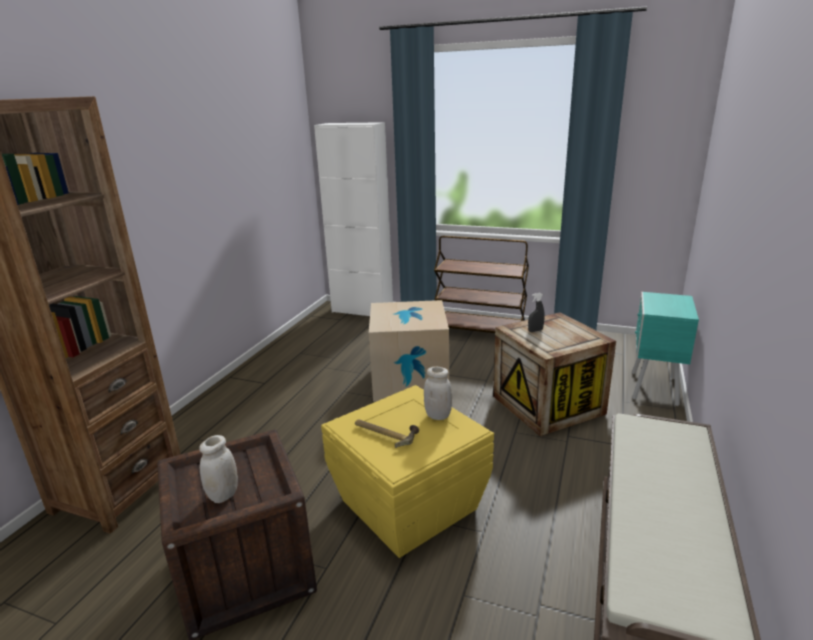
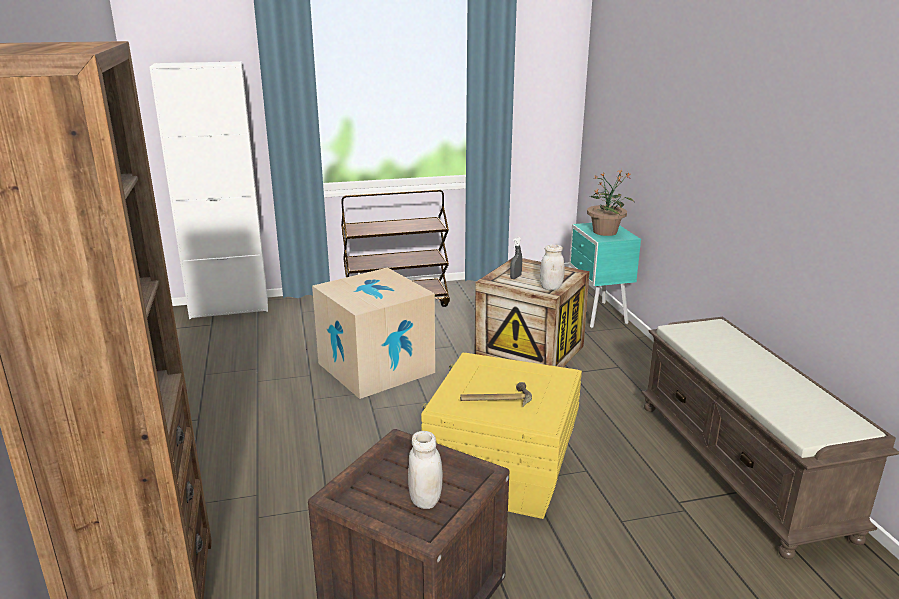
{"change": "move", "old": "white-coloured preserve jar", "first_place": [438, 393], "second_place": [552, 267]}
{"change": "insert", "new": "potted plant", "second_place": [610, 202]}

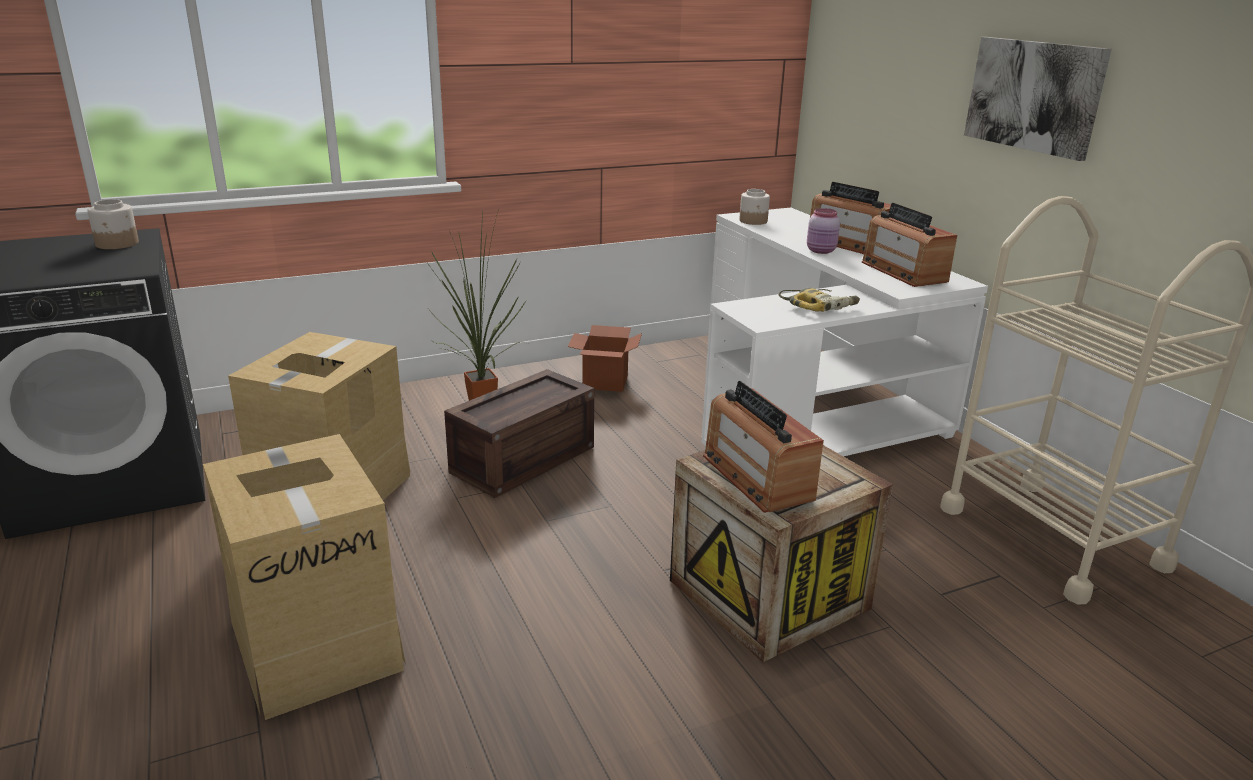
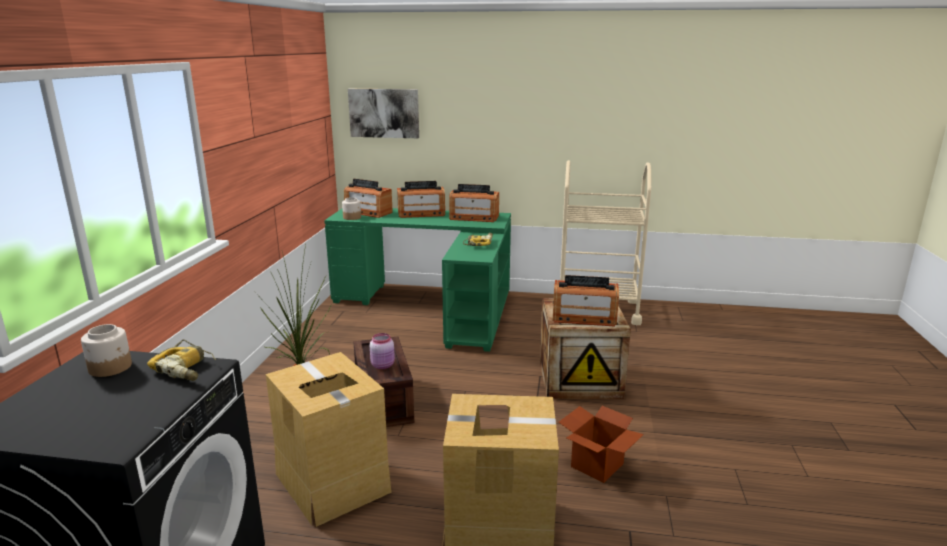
{"change": "move", "old": "wall picture", "first_place": [1038, 99], "second_place": [383, 113]}
{"change": "recolor", "old": "white-coloured desk table", "new": "green-coloured desk table", "first_place": [844, 332], "second_place": [417, 280]}
{"change": "move", "old": "pink-coloured preserve jar", "first_place": [823, 231], "second_place": [382, 351]}
{"change": "move", "old": "cardboard box", "first_place": [605, 358], "second_place": [601, 444]}
{"change": "insert", "new": "radio receiver", "second_place": [368, 198]}
{"change": "insert", "new": "electric drill", "second_place": [181, 360]}

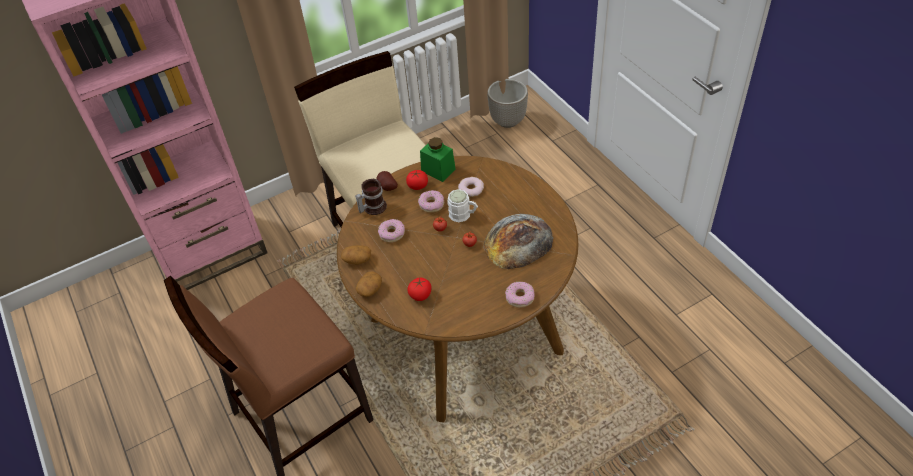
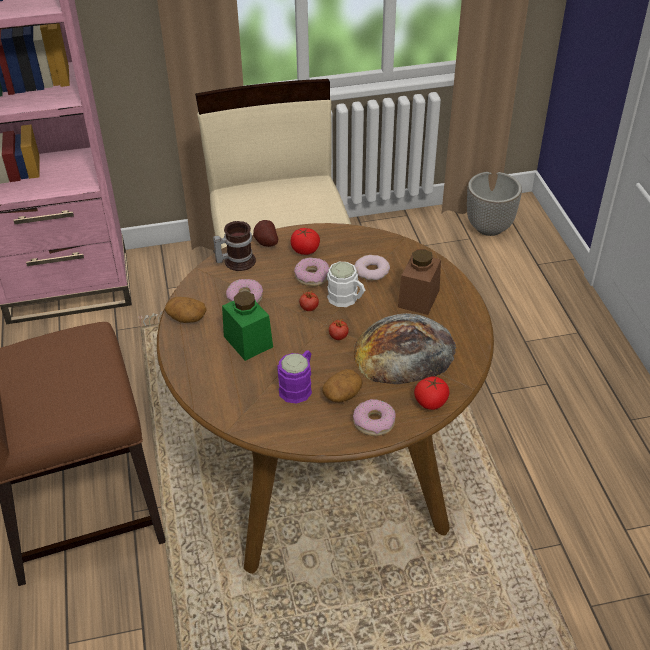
{"change": "move", "old": "green-coloured preserve jar", "first_place": [438, 159], "second_place": [247, 326]}
{"change": "move", "old": "potato", "first_place": [369, 284], "second_place": [342, 386]}
{"change": "move", "old": "fresh tomato", "first_place": [419, 289], "second_place": [432, 393]}
{"change": "insert", "new": "brown-coloured preserve jar", "second_place": [419, 282]}
{"change": "insert", "new": "purplish coffee mug", "second_place": [294, 377]}

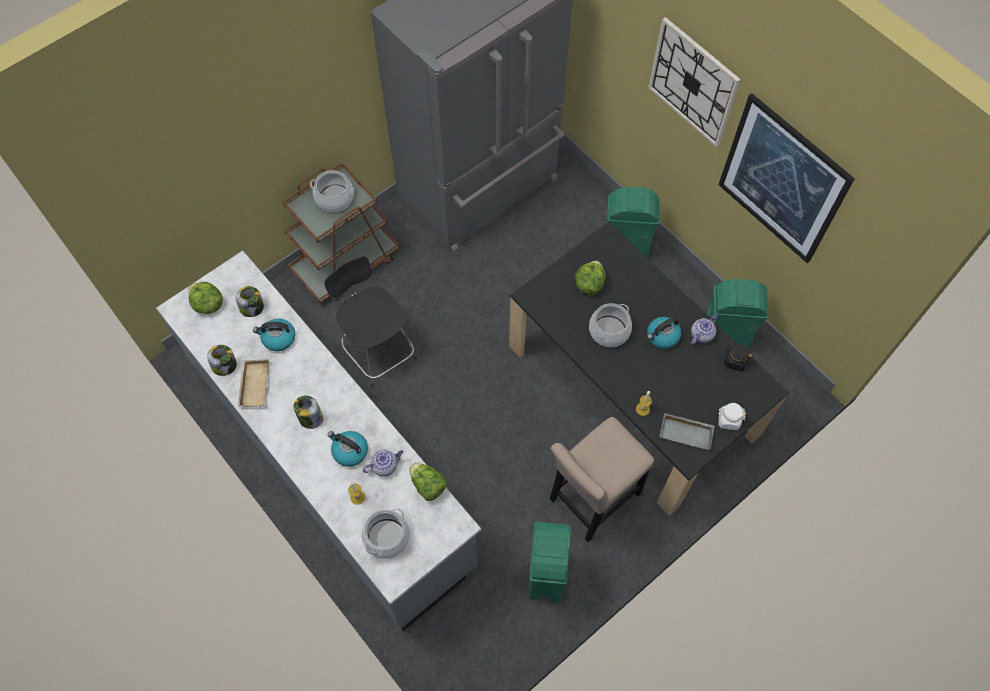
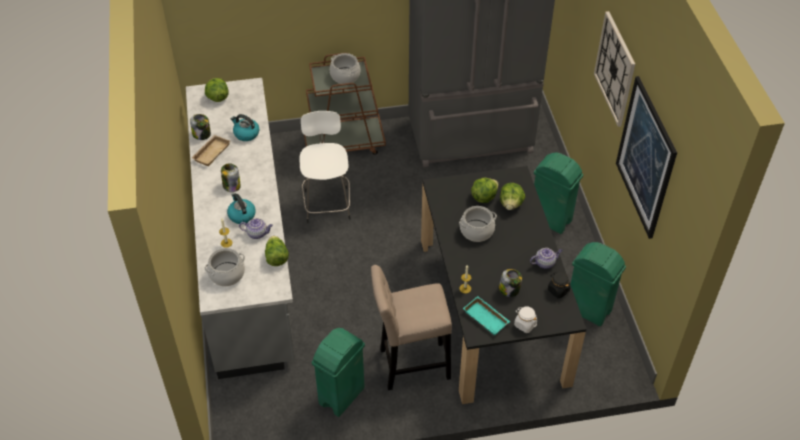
{"change": "recolor", "old": "black stool", "new": "white-coloured stool", "first_place": [370, 322], "second_place": [325, 167]}
{"change": "move", "old": "preserve jar", "first_place": [250, 301], "second_place": [510, 283]}
{"change": "delete", "old": "kettle", "first_place": [664, 333]}
{"change": "recolor", "old": "greyish carrying tray", "new": "turquoise-coloured carrying tray", "first_place": [687, 431], "second_place": [486, 315]}
{"change": "insert", "new": "lettuce head", "second_place": [512, 196]}

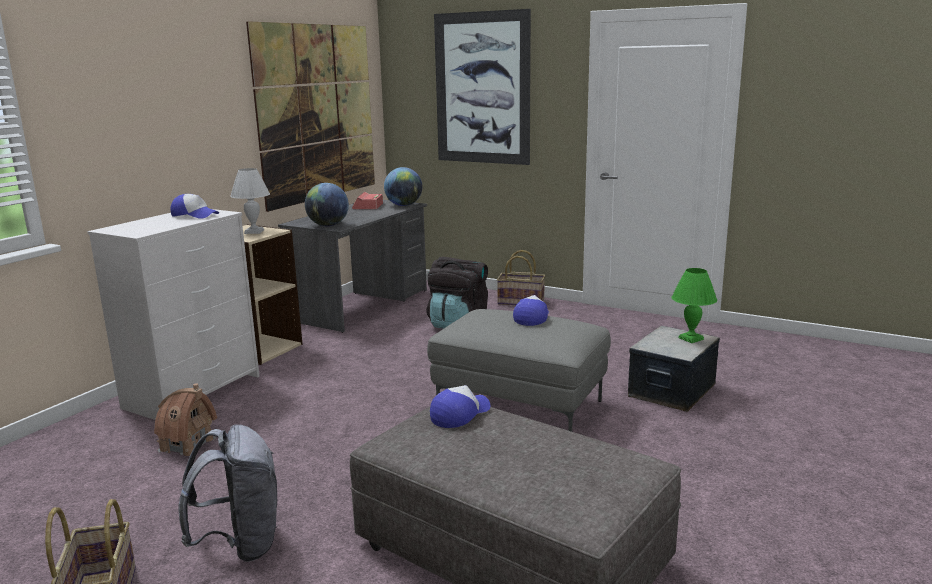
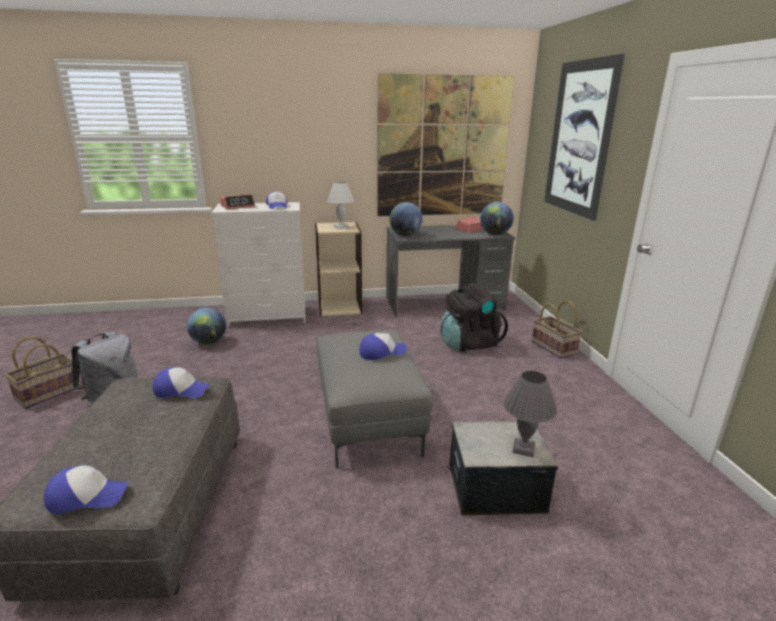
{"change": "recolor", "old": "green-coloured tabletop lamp", "new": "greyish tabletop lamp", "first_place": [694, 305], "second_place": [530, 414]}
{"change": "replace", "old": "miniature house", "new": "globe", "first_place": [185, 420], "second_place": [206, 326]}
{"change": "insert", "new": "table clock", "second_place": [237, 201]}
{"change": "insert", "new": "peaked cap", "second_place": [86, 489]}

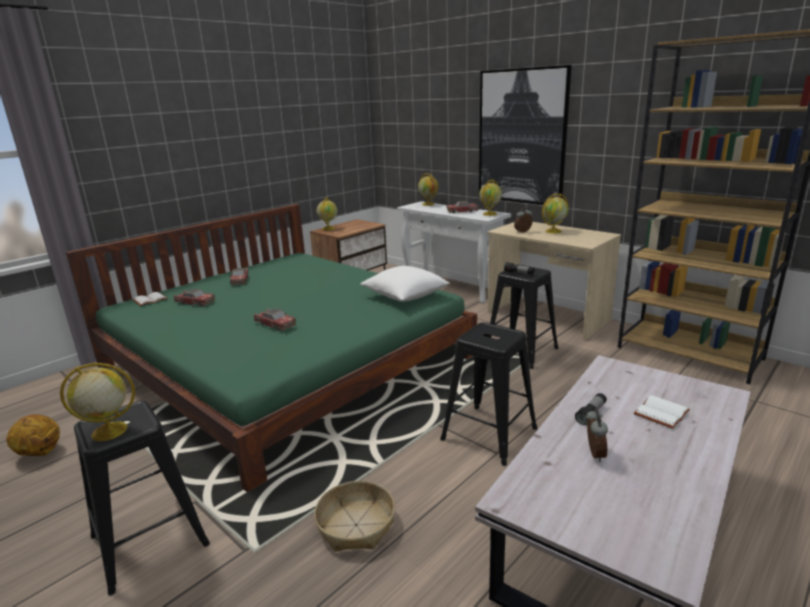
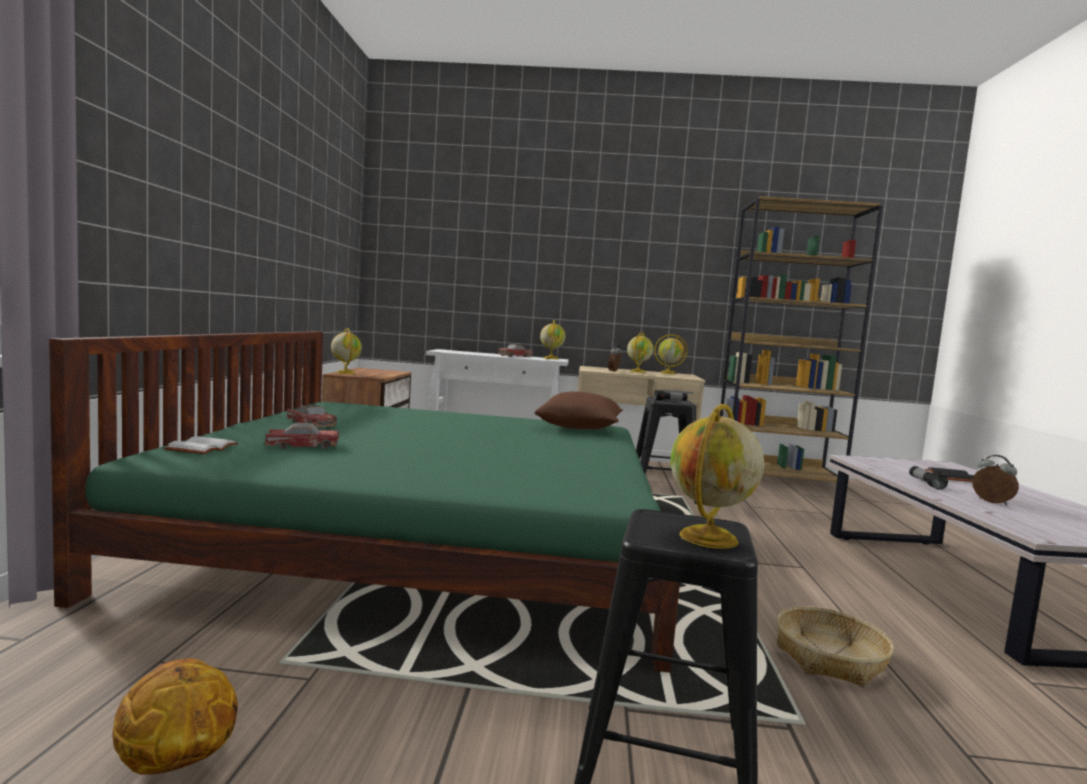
{"change": "delete", "old": "wall picture", "first_place": [525, 135]}
{"change": "move", "old": "globe", "first_place": [428, 189], "second_place": [671, 354]}
{"change": "recolor", "old": "white-coloured pillow", "new": "brown-coloured pillow", "first_place": [405, 284], "second_place": [578, 410]}
{"change": "delete", "old": "toy car", "first_place": [275, 320]}
{"change": "delete", "old": "black stool", "first_place": [489, 394]}
{"change": "recolor", "old": "white-coloured volume", "new": "black volume", "first_place": [662, 412], "second_place": [949, 474]}

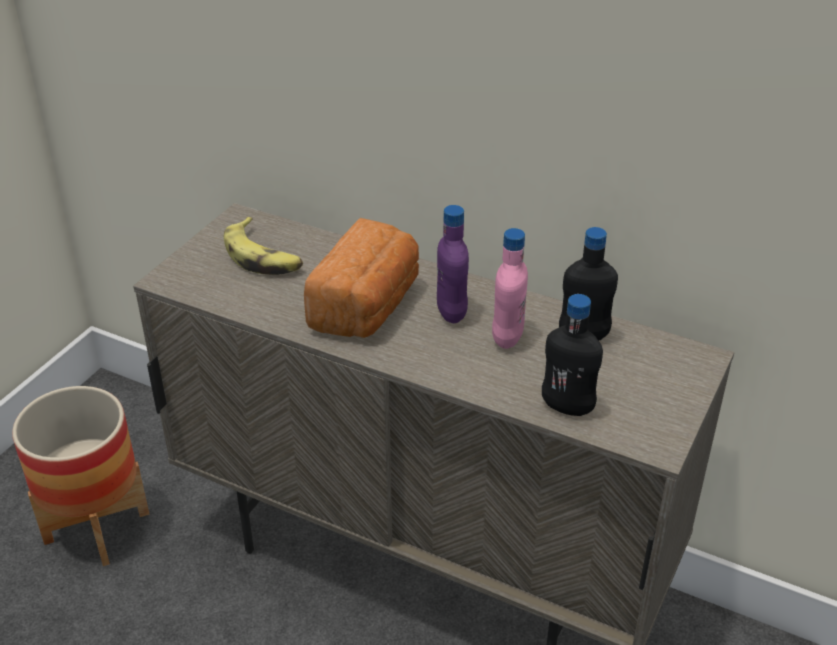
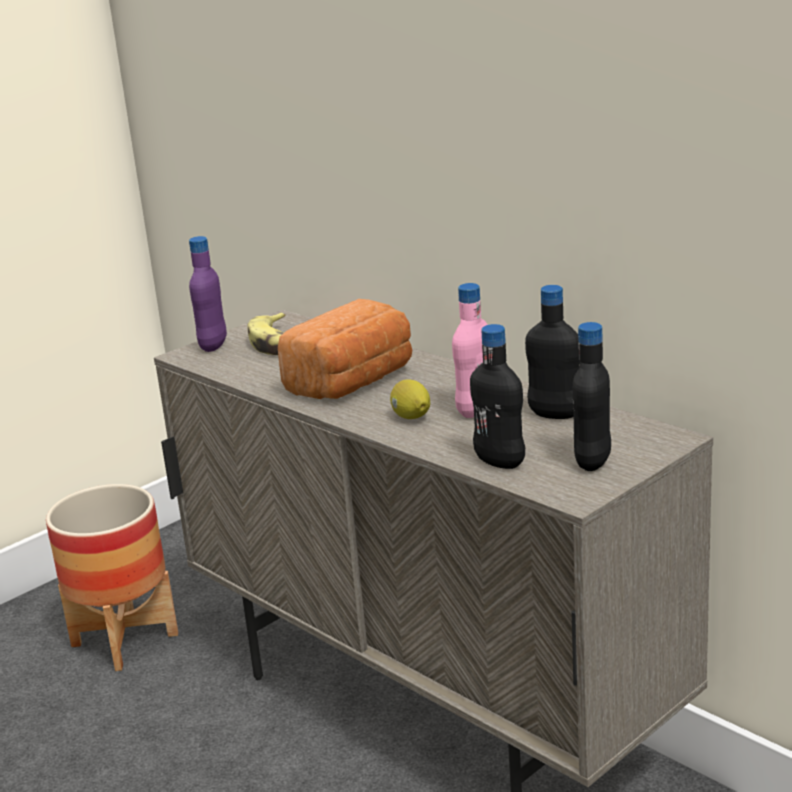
{"change": "move", "old": "purplish beverage bottle", "first_place": [453, 264], "second_place": [208, 294]}
{"change": "insert", "new": "black beverage bottle", "second_place": [592, 396]}
{"change": "insert", "new": "citrus fruit", "second_place": [410, 399]}

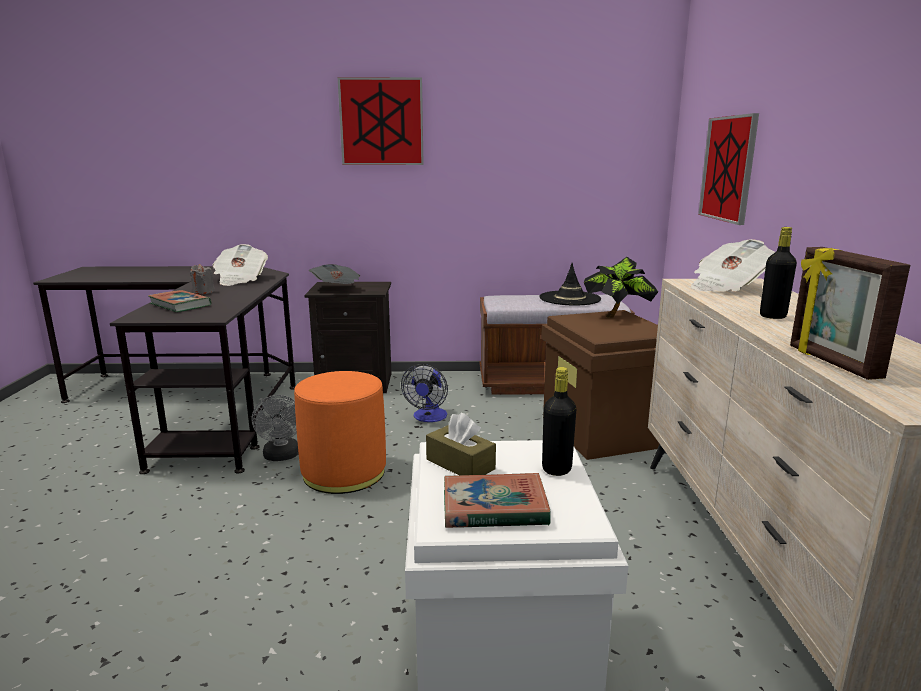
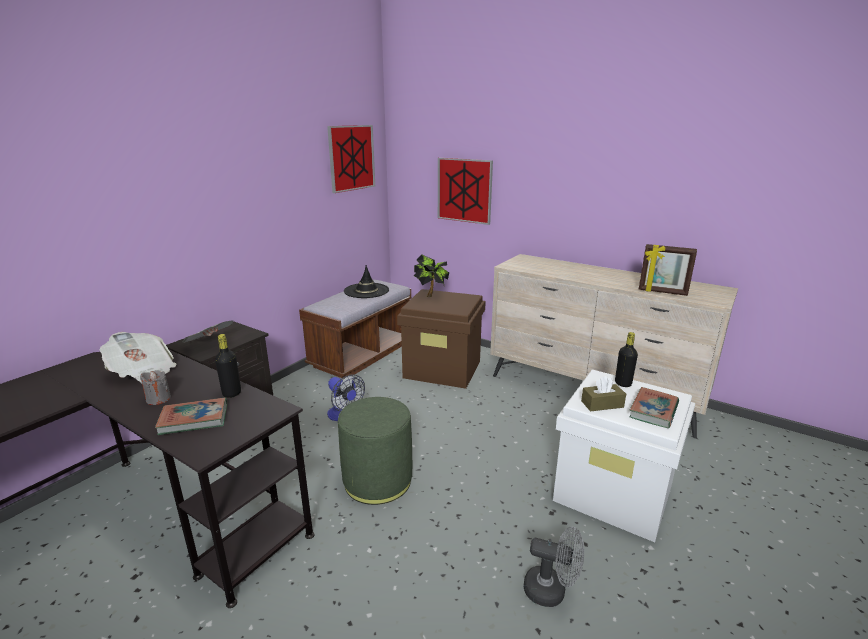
{"change": "move", "old": "wall picture", "first_place": [381, 121], "second_place": [351, 159]}
{"change": "move", "old": "black beverage bottle", "first_place": [778, 273], "second_place": [228, 366]}
{"change": "delete", "old": "newspaper", "first_place": [733, 265]}
{"change": "recolor", "old": "orange-coloured pouffe", "new": "green-coloured pouffe", "first_place": [340, 432], "second_place": [375, 451]}
{"change": "move", "old": "greyish fan", "first_place": [275, 428], "second_place": [554, 566]}

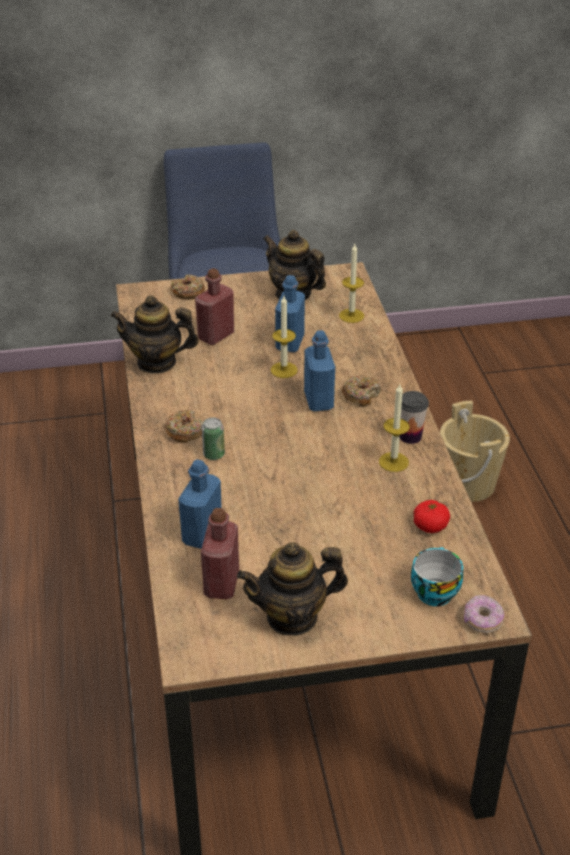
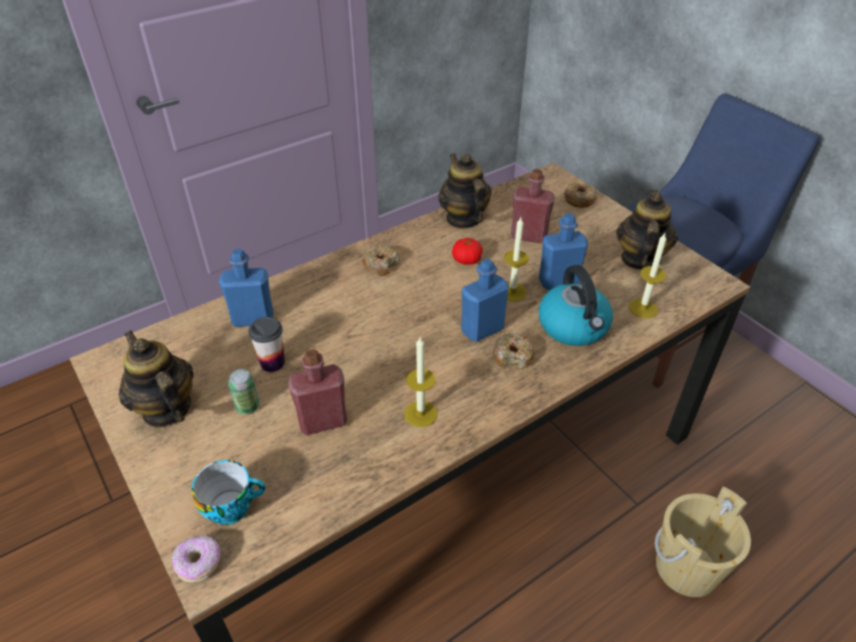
{"change": "move", "old": "drinking cup", "first_place": [414, 417], "second_place": [266, 344]}
{"change": "move", "old": "sealed can", "first_place": [213, 438], "second_place": [243, 391]}
{"change": "move", "old": "fresh tomato", "first_place": [432, 516], "second_place": [467, 251]}
{"change": "move", "old": "reddish beverage bottle", "first_place": [220, 553], "second_place": [317, 392]}
{"change": "insert", "new": "kettle", "second_place": [576, 305]}

